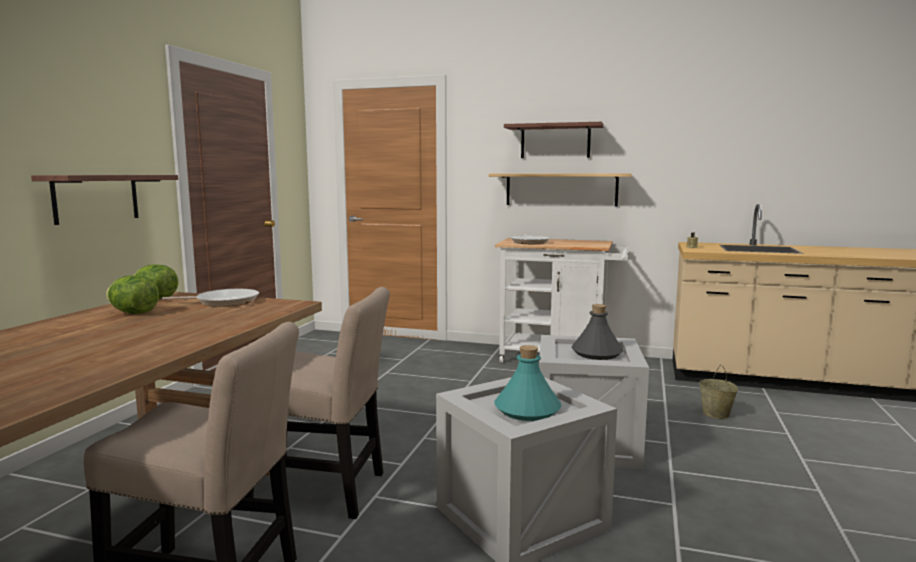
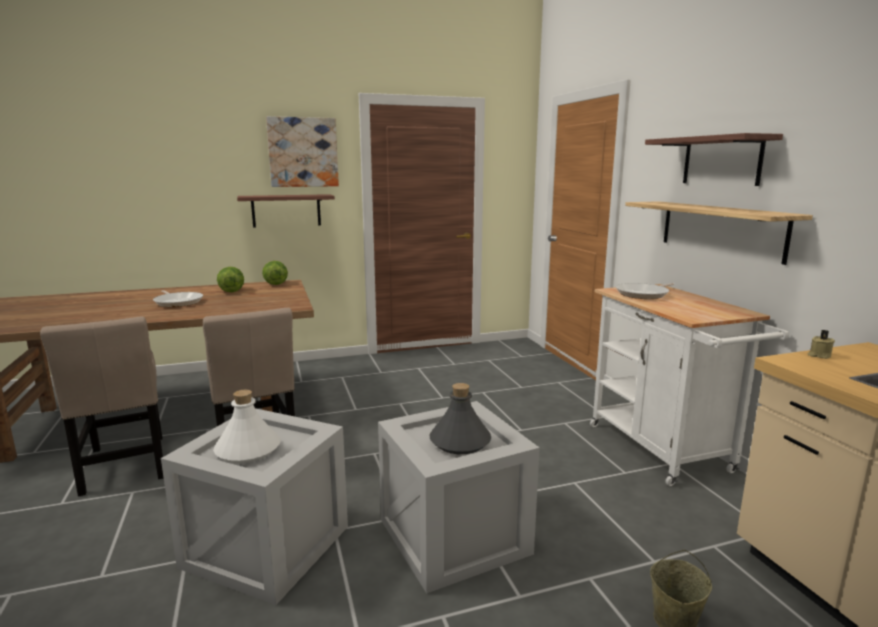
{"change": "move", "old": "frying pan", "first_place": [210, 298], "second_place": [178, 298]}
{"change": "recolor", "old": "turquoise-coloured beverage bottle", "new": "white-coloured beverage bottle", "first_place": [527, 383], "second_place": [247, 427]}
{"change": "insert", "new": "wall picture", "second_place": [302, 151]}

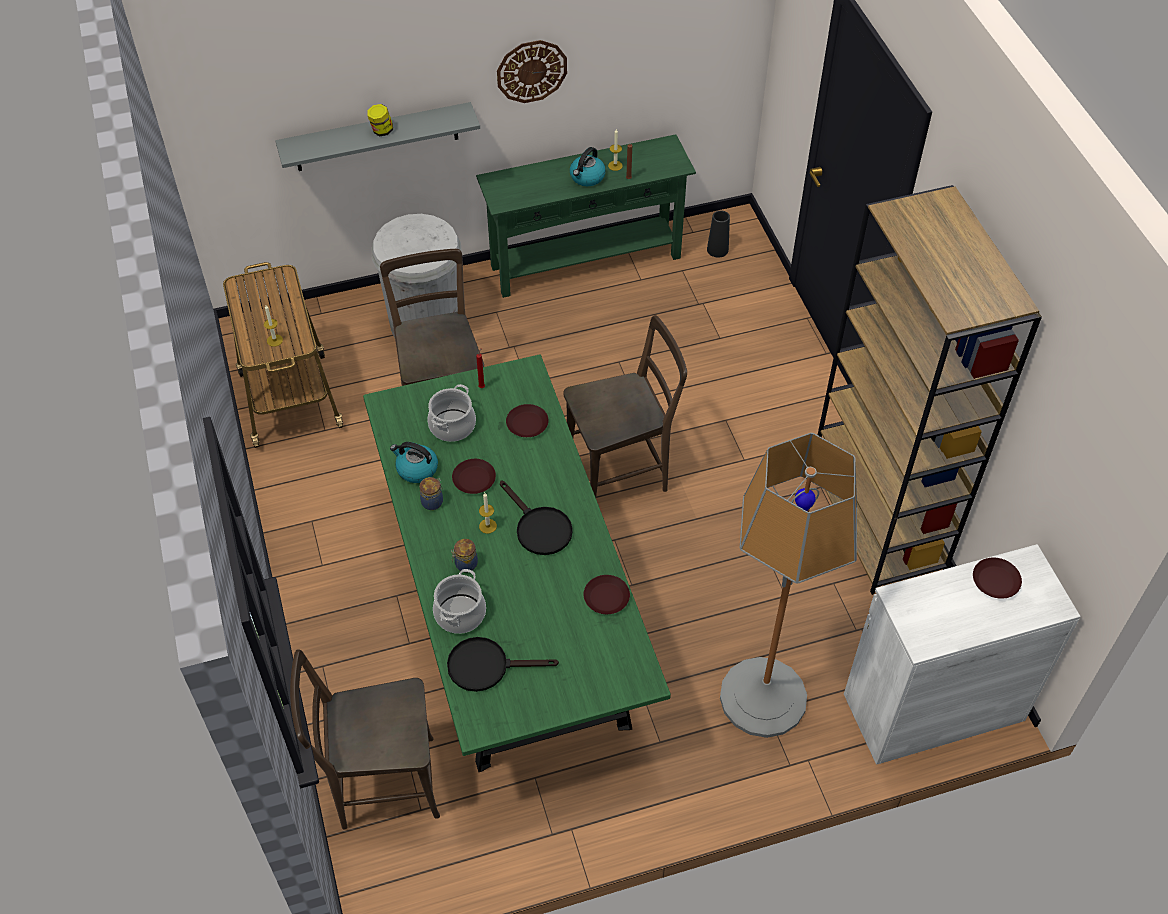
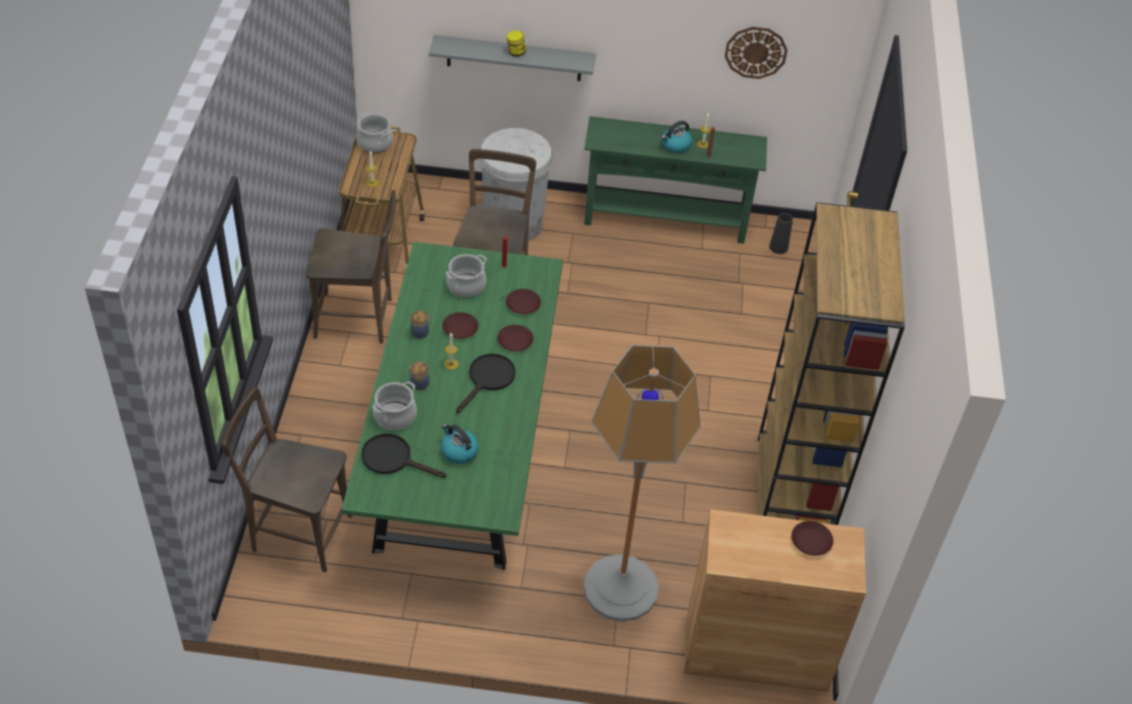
{"change": "move", "old": "clock on the wall", "first_place": [532, 71], "second_place": [756, 53]}
{"change": "move", "old": "brown-coloured upright chair", "first_place": [625, 406], "second_place": [351, 267]}
{"change": "move", "old": "kettle", "first_place": [414, 462], "second_place": [460, 443]}
{"change": "rotate", "old": "black frying pan", "first_place": [536, 518], "second_place": [485, 383], "degrees": -135}
{"change": "recolor", "old": "white-coloured cupboard", "new": "brown-coloured cupboard", "first_place": [962, 654], "second_place": [775, 600]}
{"change": "move", "old": "brown-coloured flat dish", "first_place": [607, 594], "second_place": [515, 338]}
{"change": "insert", "new": "cooking pot", "second_place": [374, 132]}

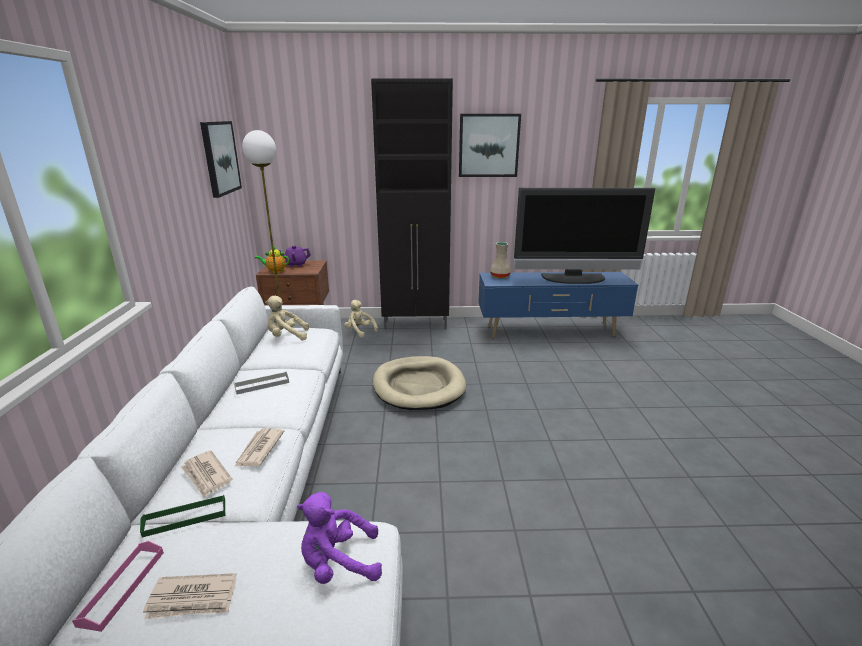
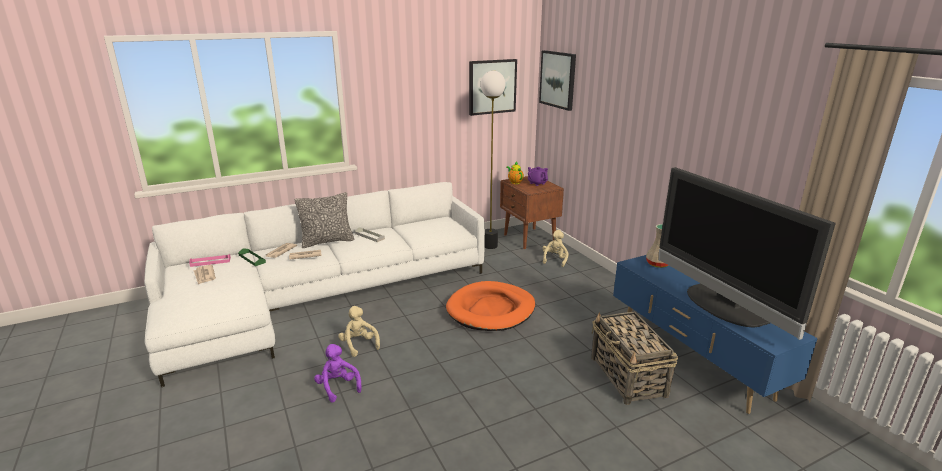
{"change": "delete", "old": "black cupboard", "first_place": [412, 204]}
{"change": "move", "old": "wall picture", "first_place": [490, 145], "second_place": [557, 80]}
{"change": "move", "old": "beige-coloured cuddly toy", "first_place": [287, 318], "second_place": [359, 331]}
{"change": "recolor", "old": "beige-coloured pet bed", "new": "orange-coloured pet bed", "first_place": [419, 383], "second_place": [490, 306]}
{"change": "move", "old": "purplish cuddly toy", "first_place": [339, 538], "second_place": [338, 373]}
{"change": "insert", "new": "pillow", "second_place": [324, 220]}
{"change": "insert", "new": "household basket", "second_place": [634, 358]}

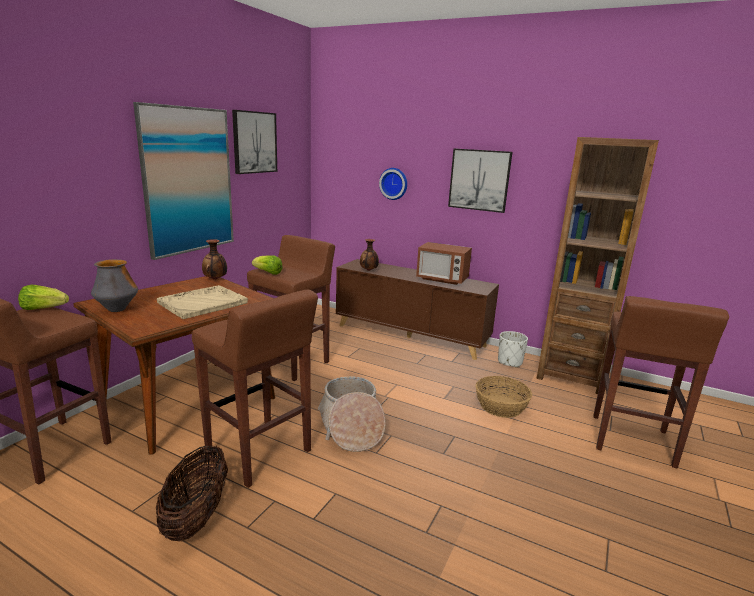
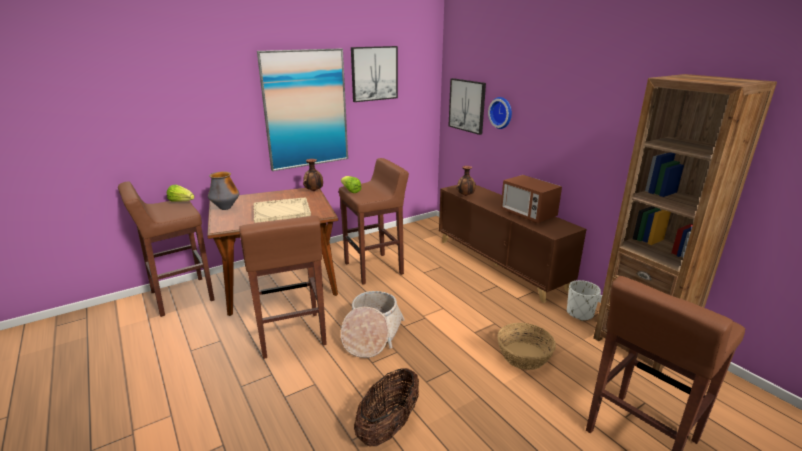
{"change": "move", "old": "wall picture", "first_place": [480, 181], "second_place": [467, 106]}
{"change": "move", "old": "household basket", "first_place": [191, 493], "second_place": [386, 407]}

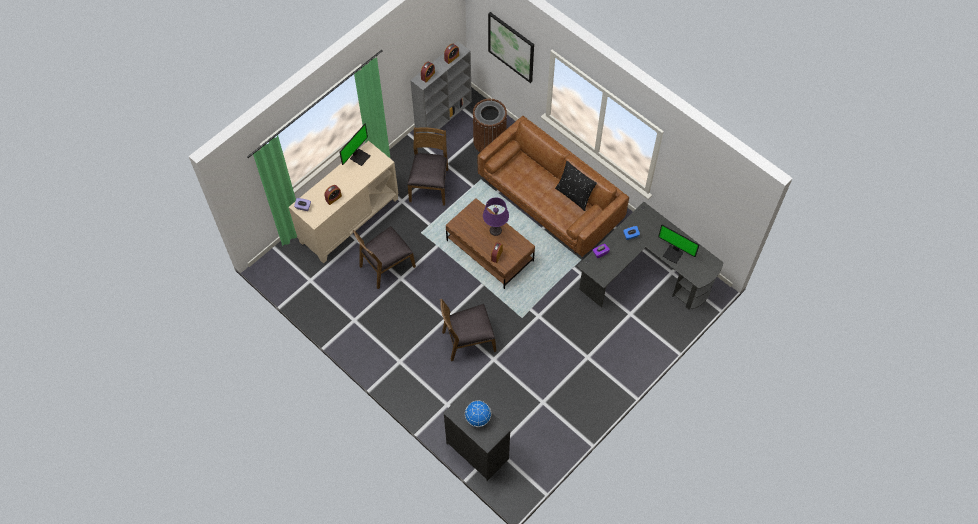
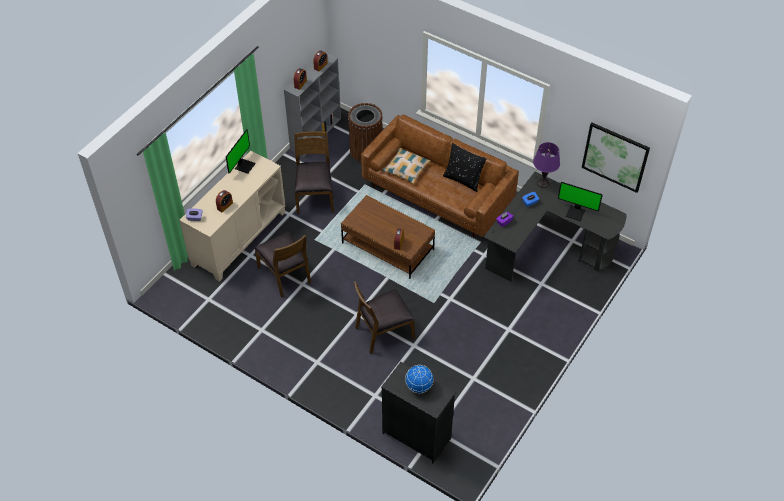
{"change": "move", "old": "wall picture", "first_place": [511, 47], "second_place": [616, 158]}
{"change": "move", "old": "purplish tabletop lamp", "first_place": [496, 216], "second_place": [546, 165]}
{"change": "rotate", "old": "brown-coloured upright chair", "first_place": [384, 257], "second_place": [283, 265], "degrees": -75}
{"change": "insert", "new": "pillow", "second_place": [406, 166]}

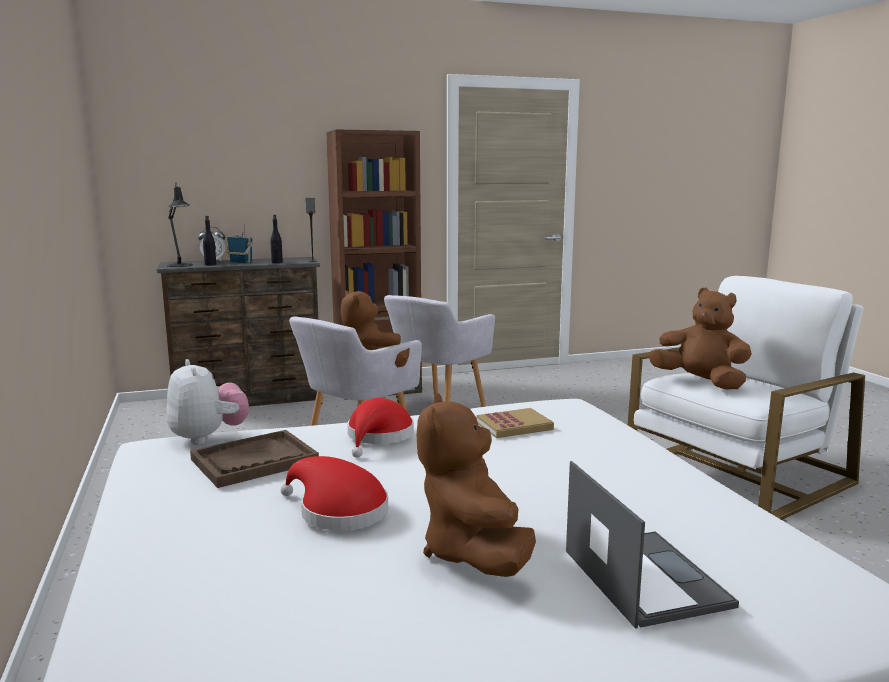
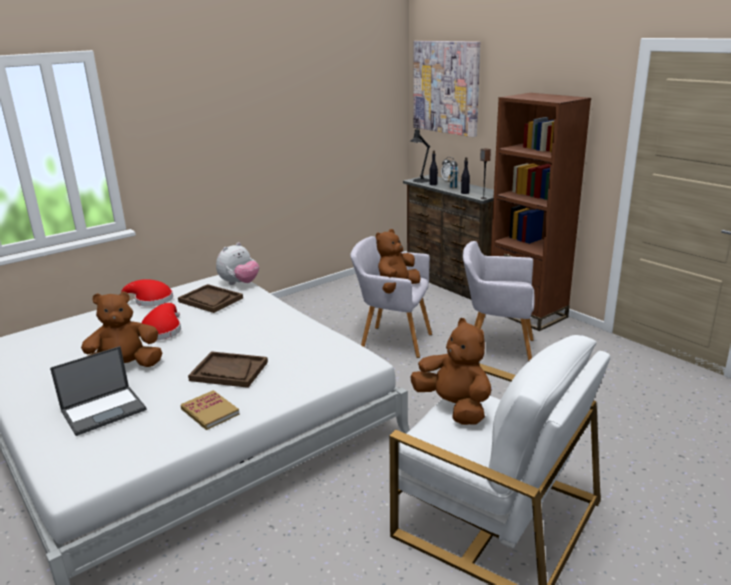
{"change": "rotate", "old": "brown-coloured cuddly toy", "first_place": [700, 339], "second_place": [450, 371], "degrees": -60}
{"change": "move", "old": "reddish wearable hat", "first_place": [380, 428], "second_place": [147, 293]}
{"change": "move", "old": "volume", "first_place": [515, 423], "second_place": [210, 410]}
{"change": "insert", "new": "wall picture", "second_place": [446, 89]}
{"change": "insert", "new": "brown-coloured carrying tray", "second_place": [228, 369]}

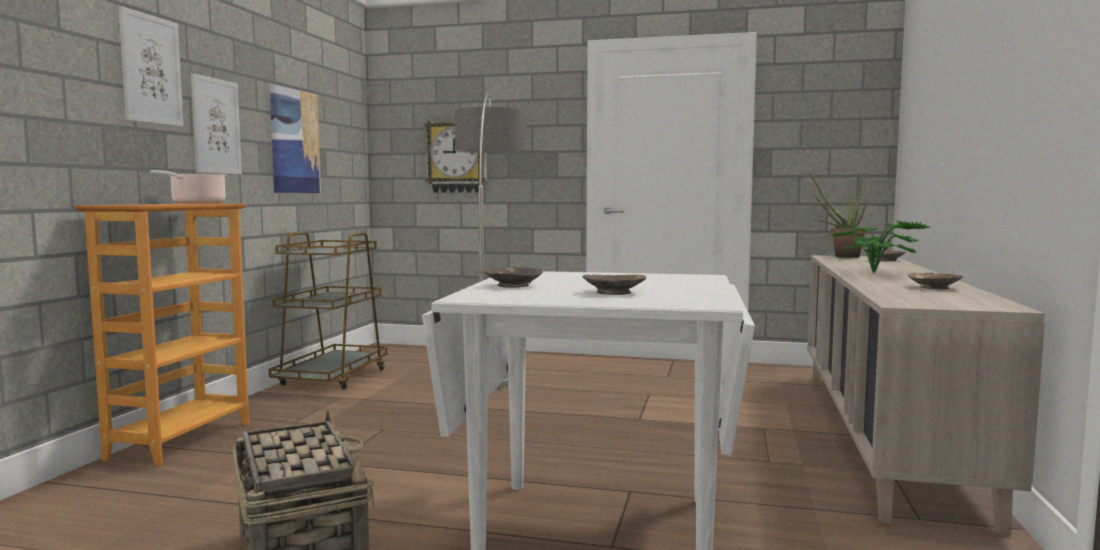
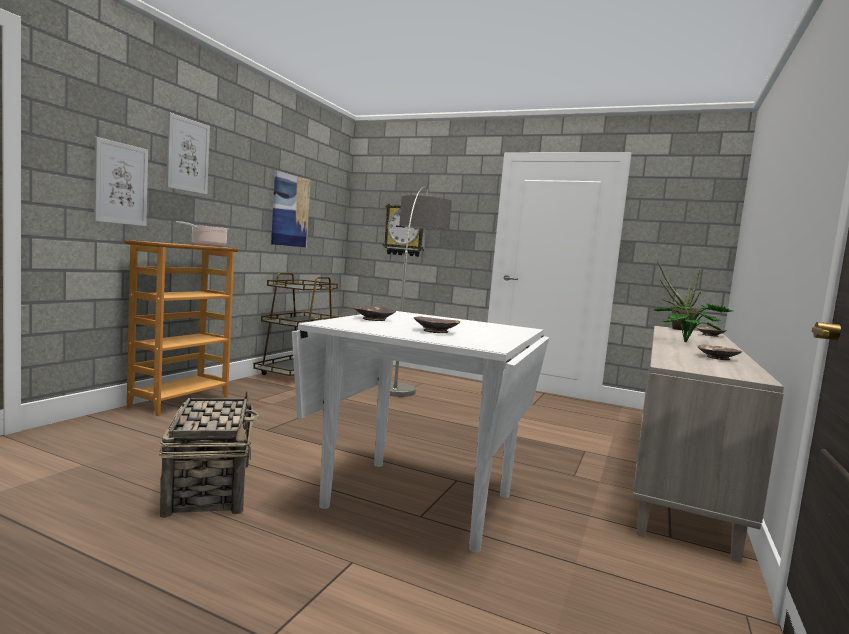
{"change": "move", "old": "wall picture", "first_place": [216, 123], "second_place": [121, 181]}

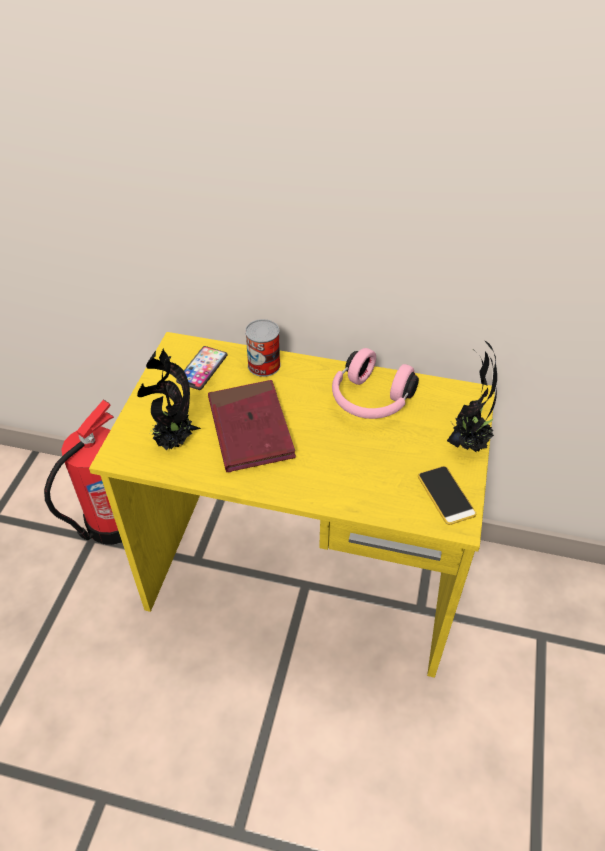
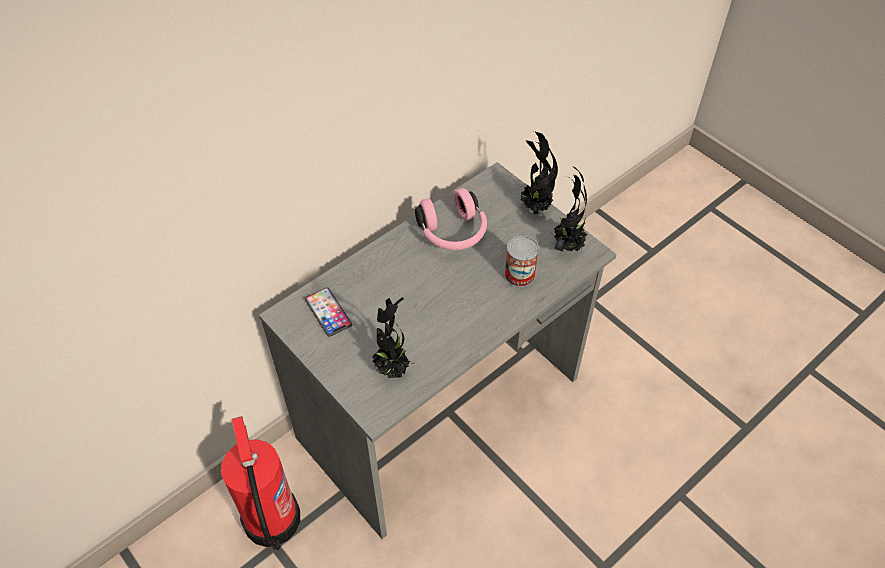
{"change": "move", "old": "sealed can", "first_place": [263, 348], "second_place": [521, 261]}
{"change": "recolor", "old": "yellowish desk table", "new": "greyish desk table", "first_place": [292, 505], "second_place": [437, 350]}
{"change": "delete", "old": "reddish volume", "first_place": [252, 426]}
{"change": "replace", "old": "phone", "new": "potted plant", "first_place": [447, 495], "second_place": [569, 209]}

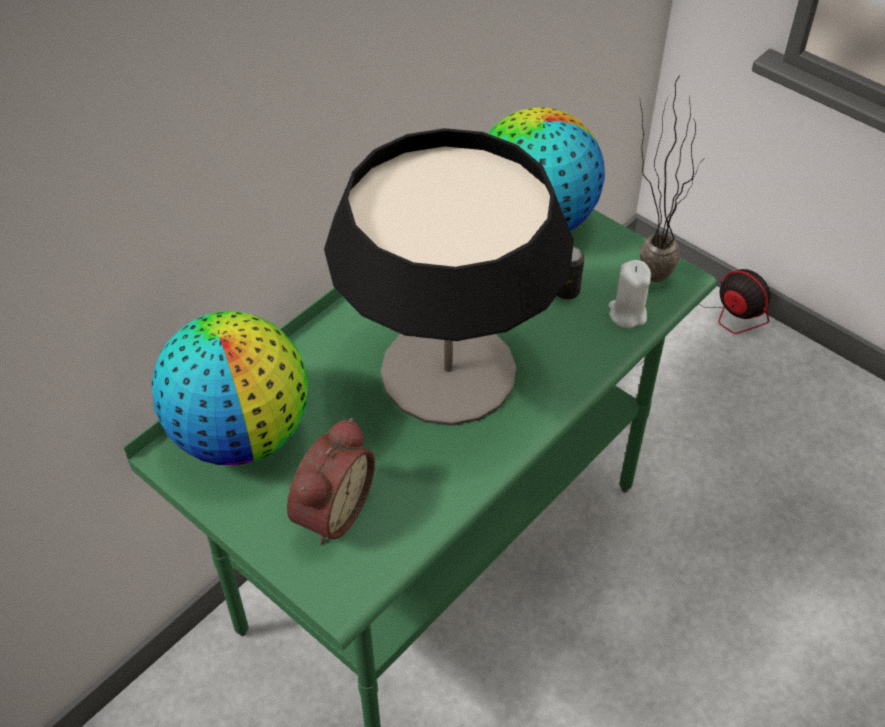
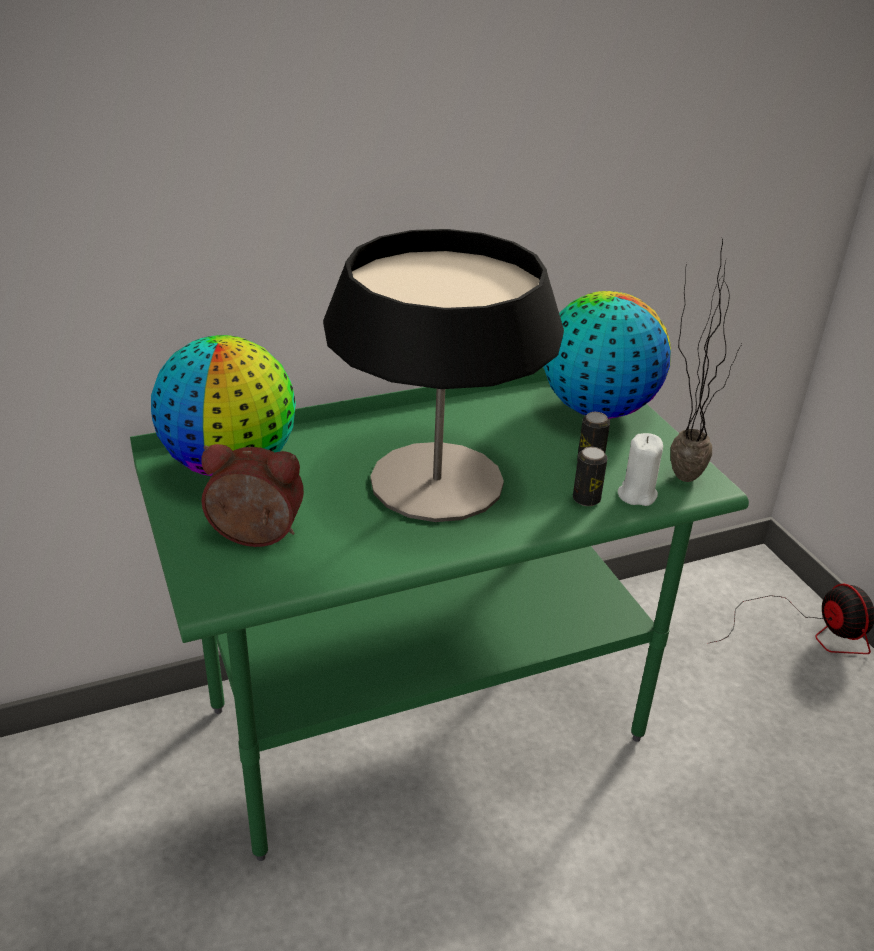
{"change": "rotate", "old": "table clock", "first_place": [331, 481], "second_place": [252, 495], "degrees": -135}
{"change": "insert", "new": "sealed can", "second_place": [590, 476]}

